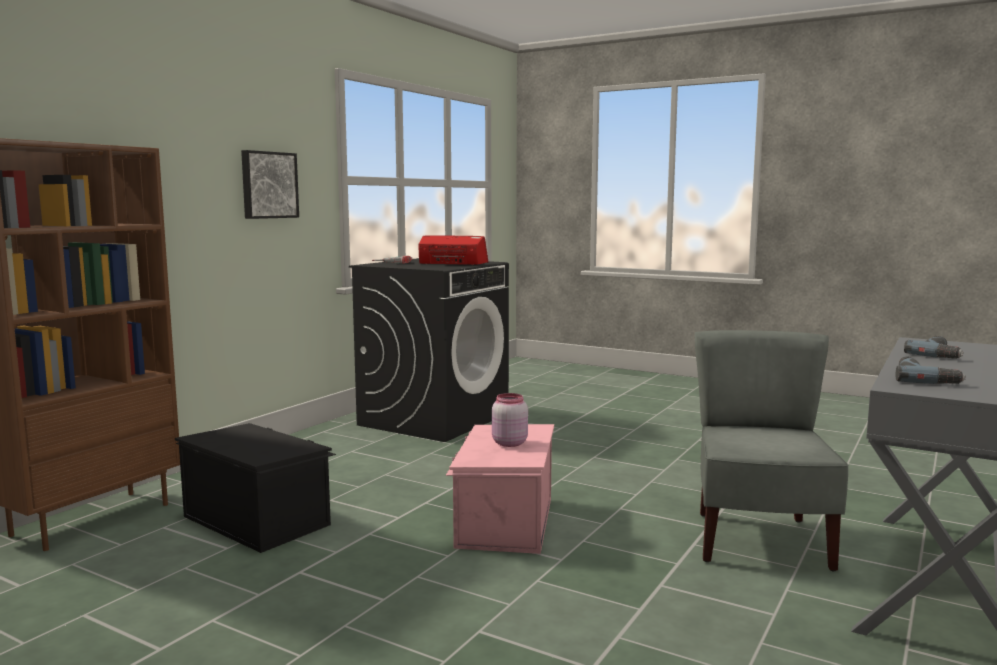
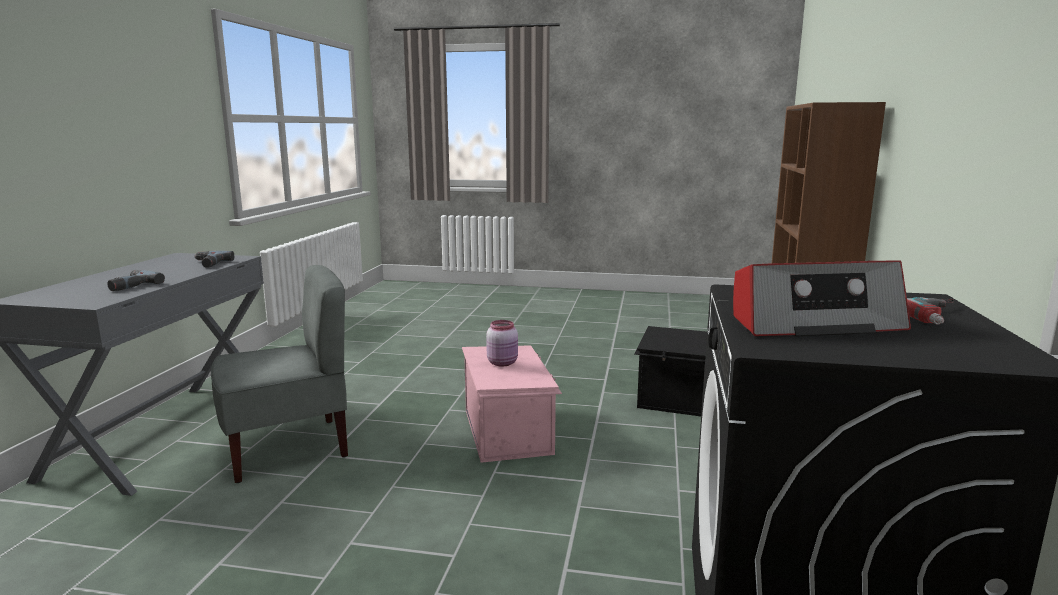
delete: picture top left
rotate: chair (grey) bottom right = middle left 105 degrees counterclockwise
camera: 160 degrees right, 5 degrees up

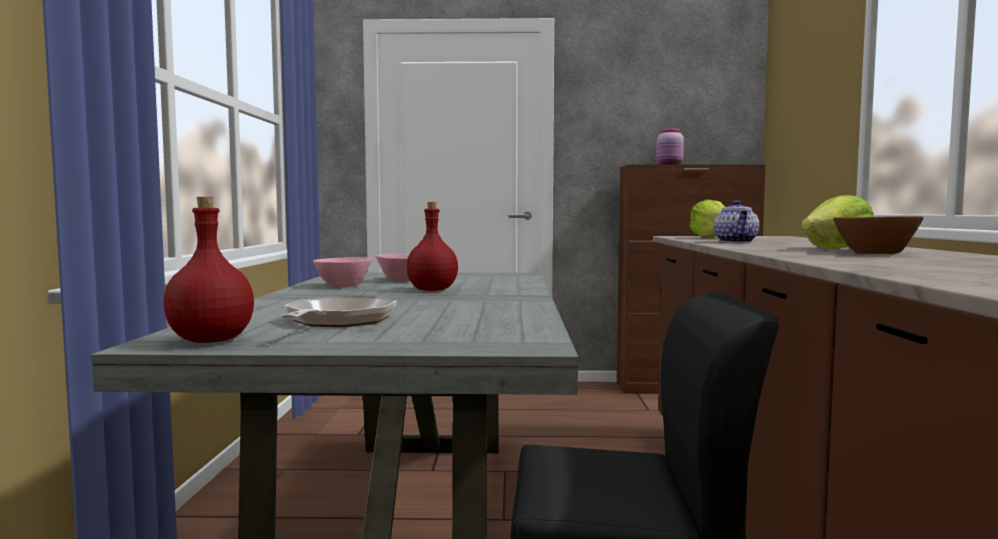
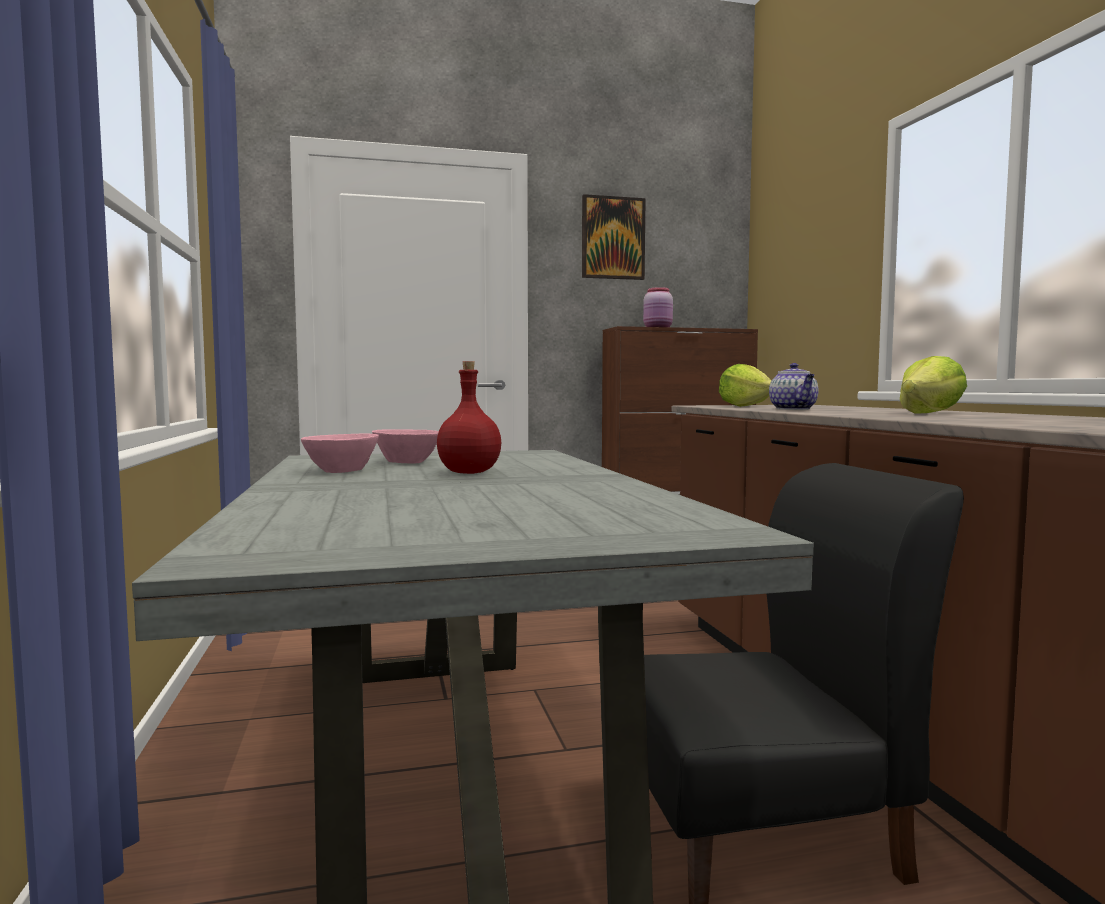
delete: bottle (red) (1st from left) middle left; frying pan centre; bowl (brown) middle right
insert: picture top centre
camera: 15 degrees left, 0 degrees up

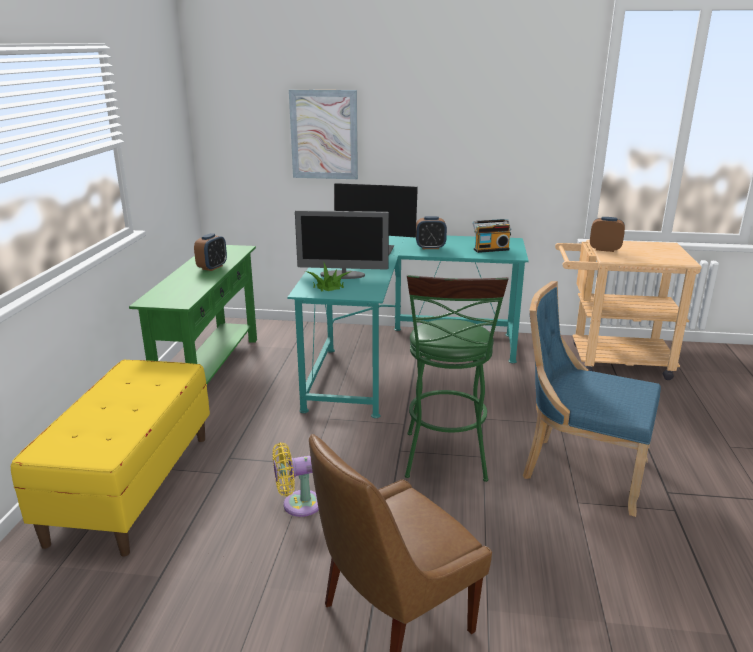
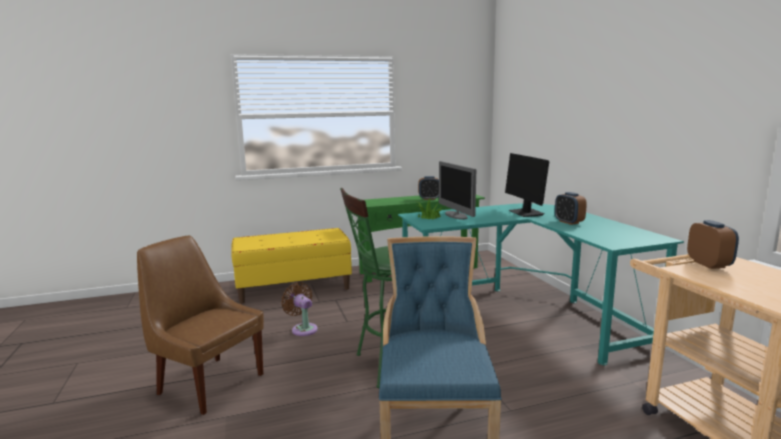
delete: picture top centre; radio centre
recolor: fan (yellow) bottom centre to fan (brown) bottom centre
camera: 65 degrees right, 10 degrees down

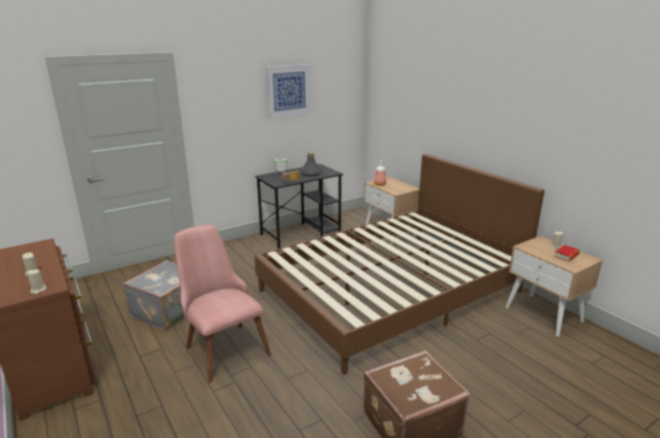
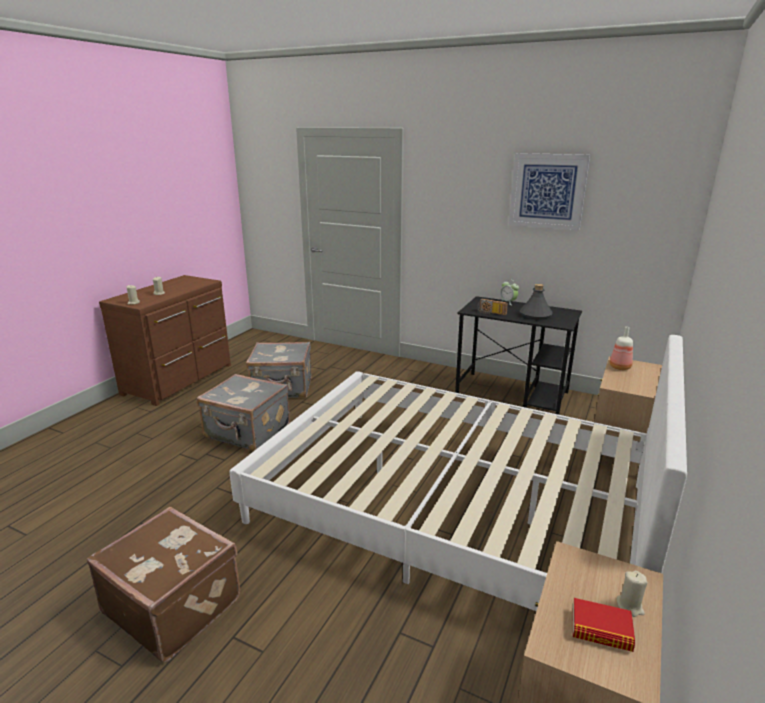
replace: chair (pink) bottom centre to suitcase (grey) (1st from left) middle left
recolor: bed (brown) centre to bed (white) bottom centre
camera: 60 degrees right, 0 degrees up

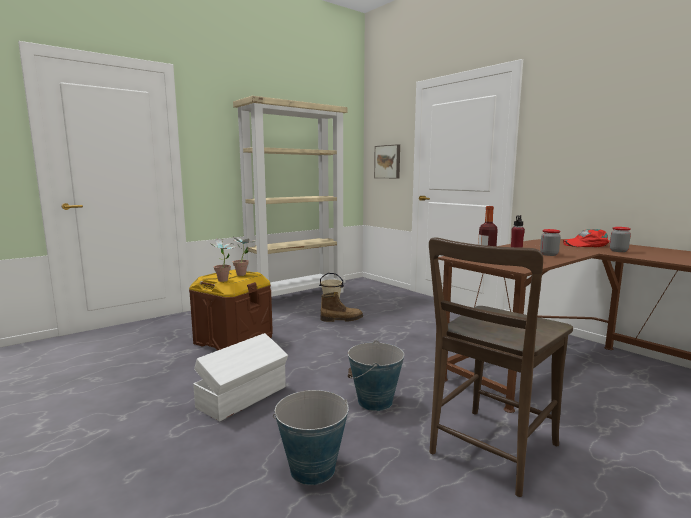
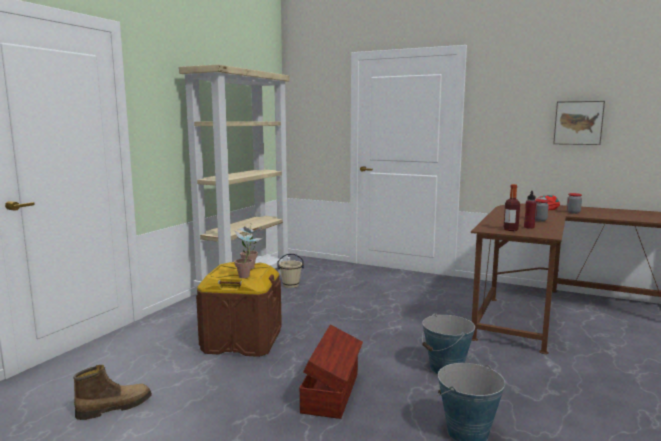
delete: chair (brown) bottom right
move: boot centre to bottom left; picture top centre to top right
recolor: storage box (white) bottom centre to storage box (brown) (2nd from left) bottom centre
camera: 25 degrees left, 0 degrees up

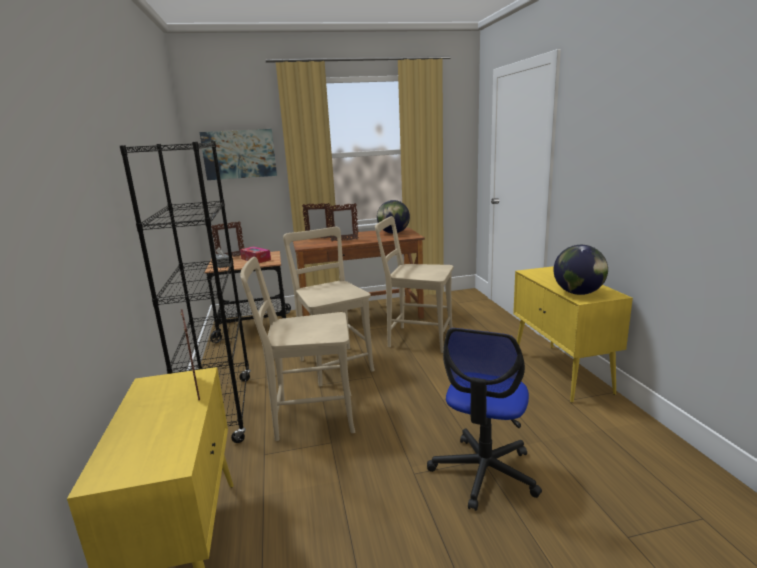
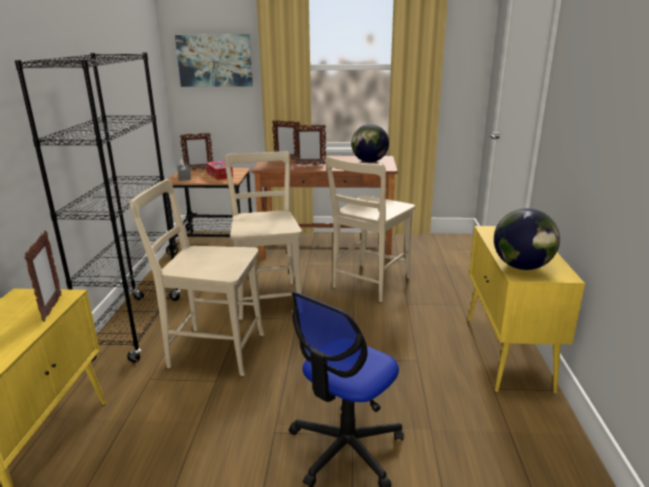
rotate: chair (beige) (3rd from left) centre = centre 90 degrees counterclockwise
camera: 15 degrees right, 5 degrees up

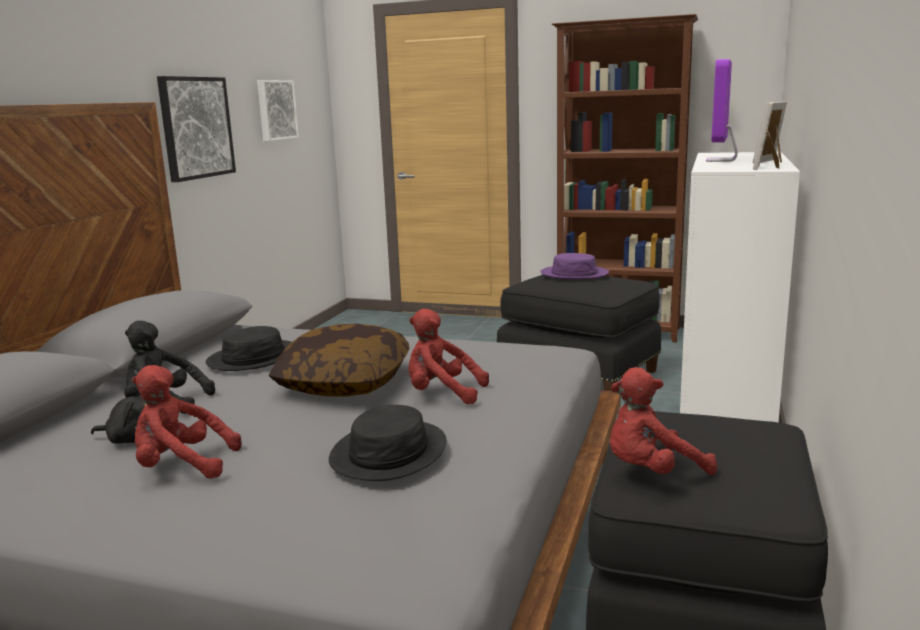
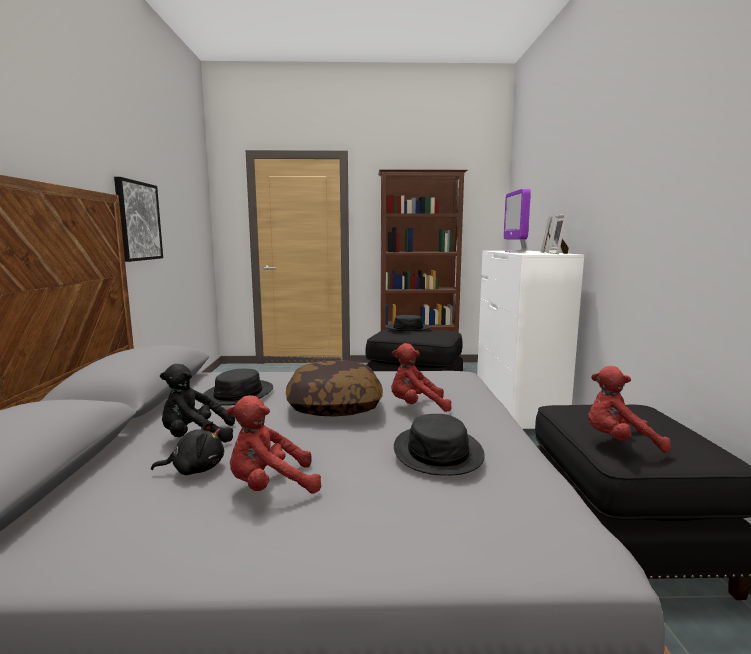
delete: picture (2nd from left) top left
recolor: hat (purple) centre to hat (black) (2nd from left) centre
rotate: plush toy (red) (3rd from left) bottom right = middle right 45 degrees clockwise
camera: 20 degrees left, 5 degrees down

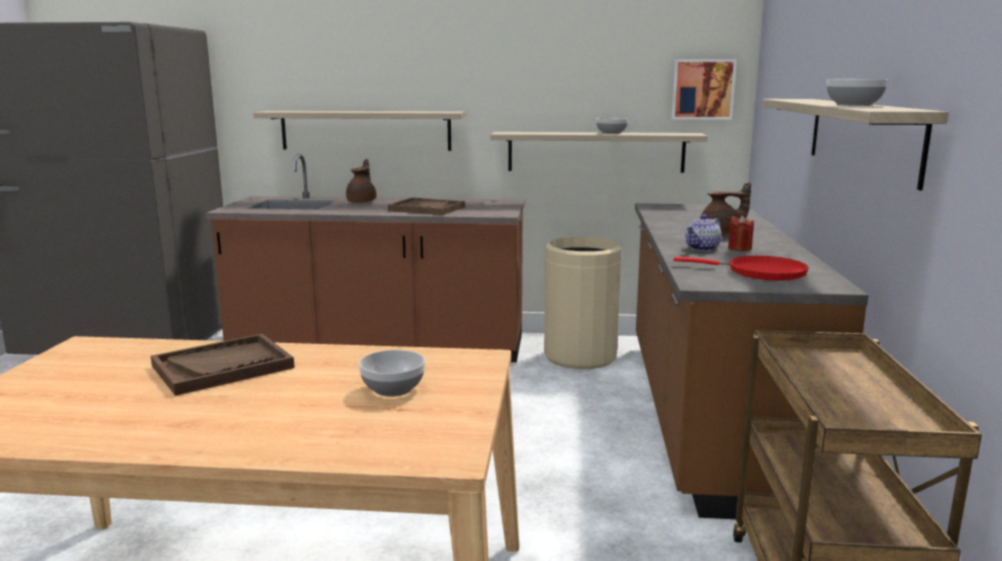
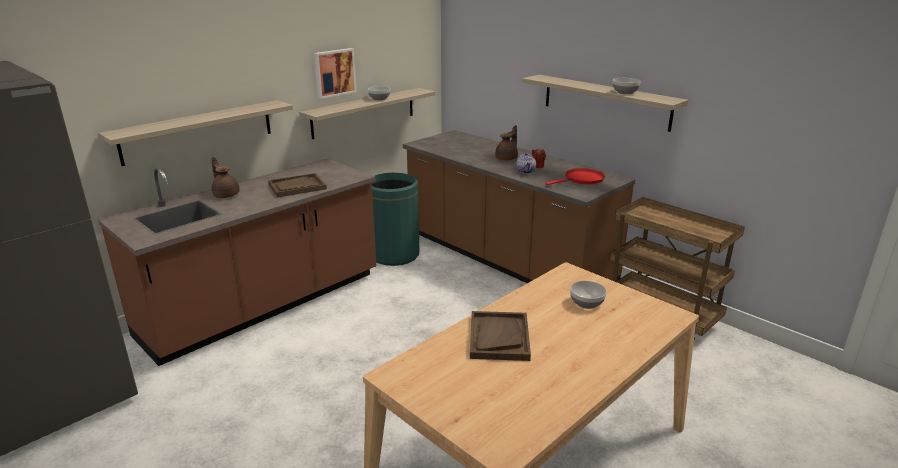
move: picture top right to top centre
recolor: trash can (beige) centre to trash can (green) centre
camera: 50 degrees left, 10 degrees up

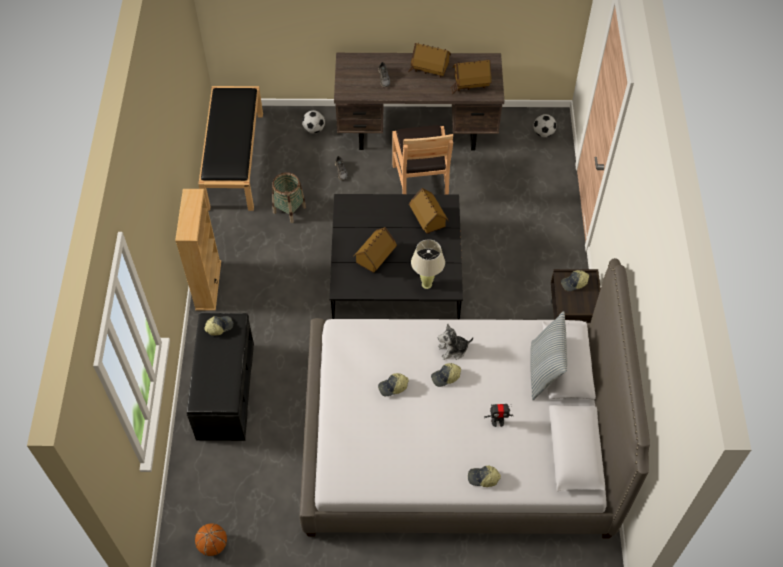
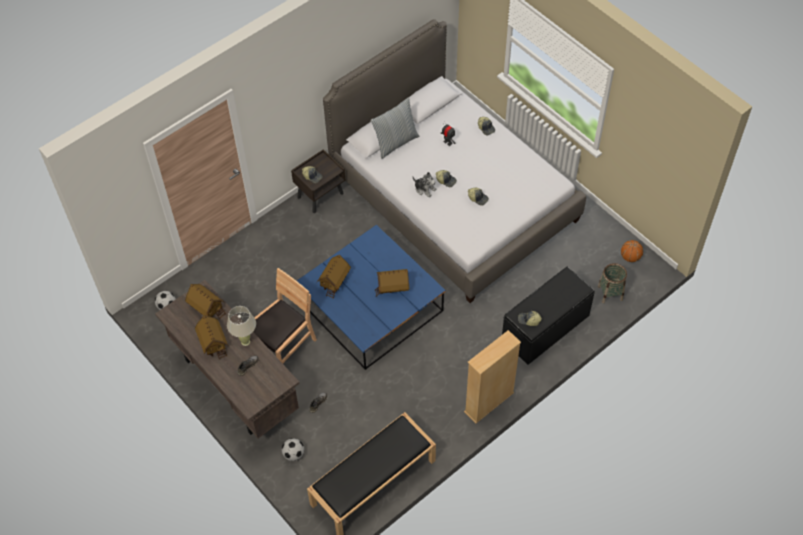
move: basket centre to middle right; table lamp (beige) centre to middle left
recolor: coffee table (black) centre to coffee table (blue) centre
camera: 130 degrees left, 0 degrees up

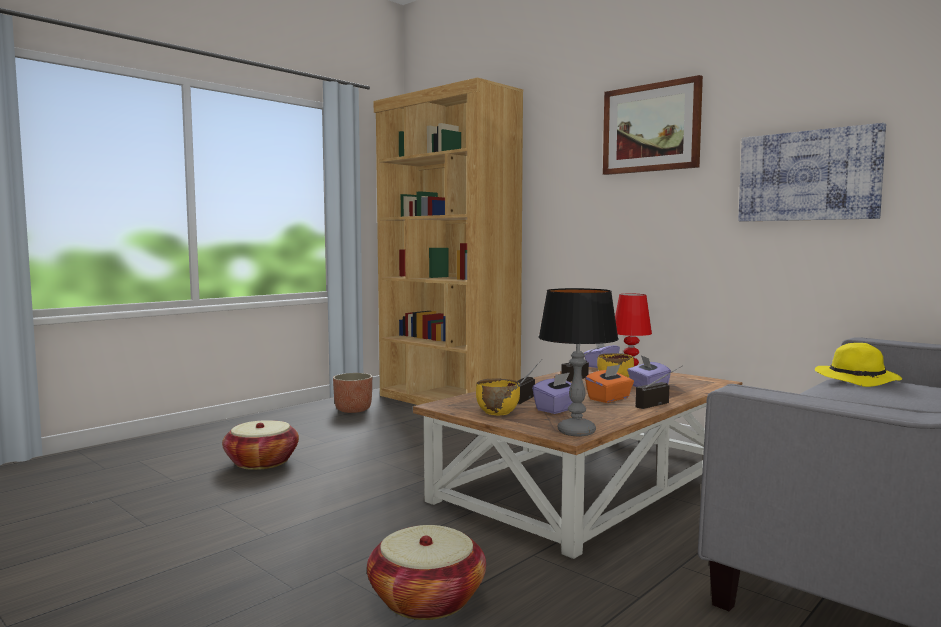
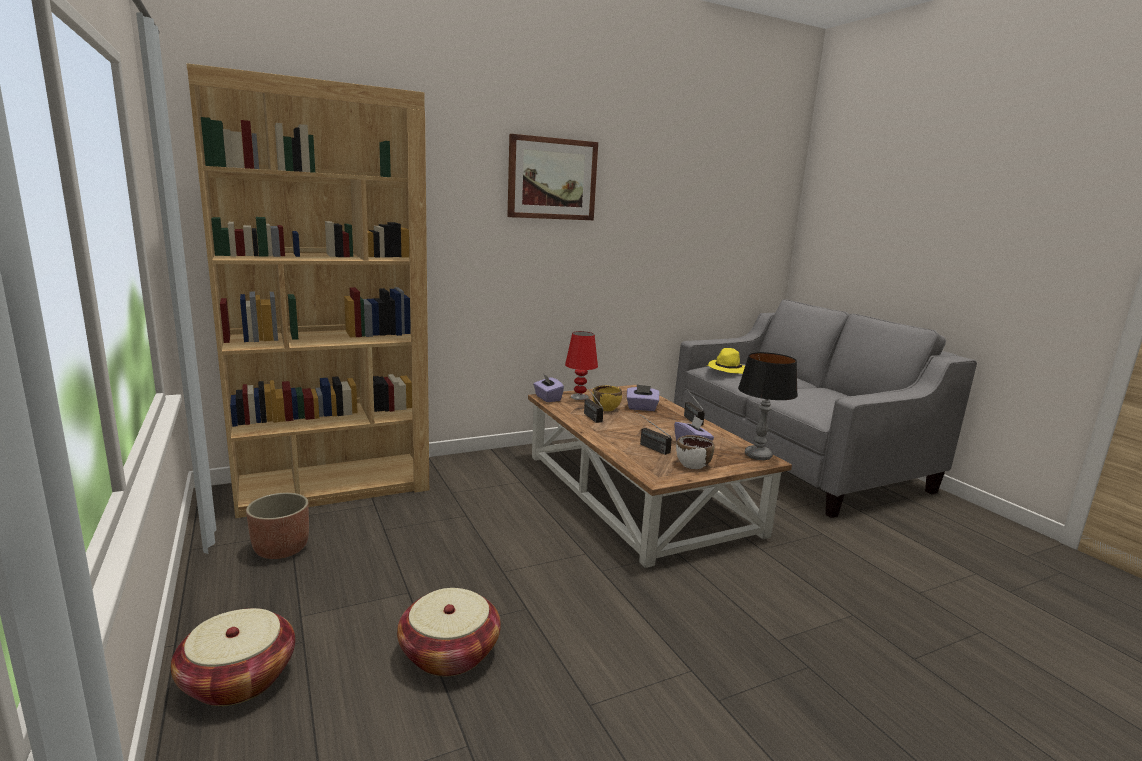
delete: tissue box (orange) centre; picture (2nd from left) top right
move: basket (2nd from left in the first image) bottom centre to basket (1st from left) bottom left
recolor: bowl (yellow) (1st from left) centre to bowl (white) centre
camera: 70 degrees left, 10 degrees up

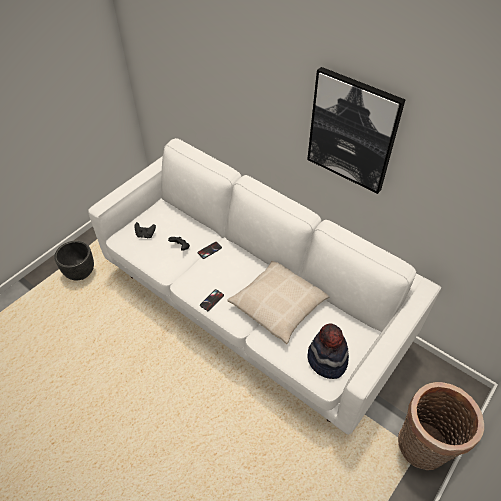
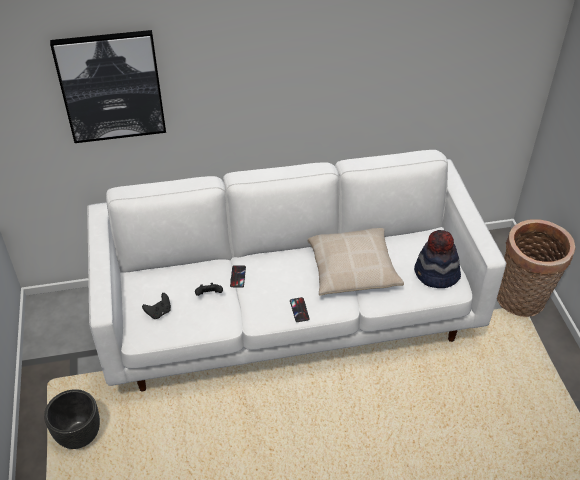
move: picture top right to top left
camera: 50 degrees left, 5 degrees down

